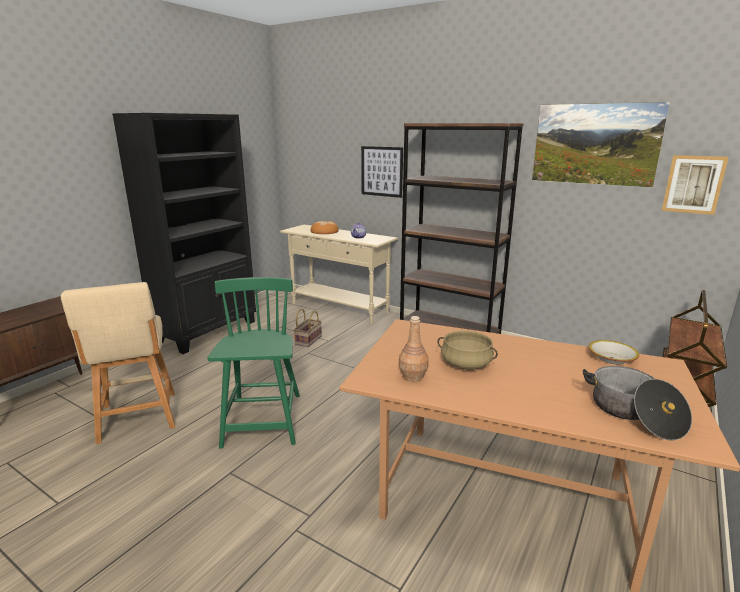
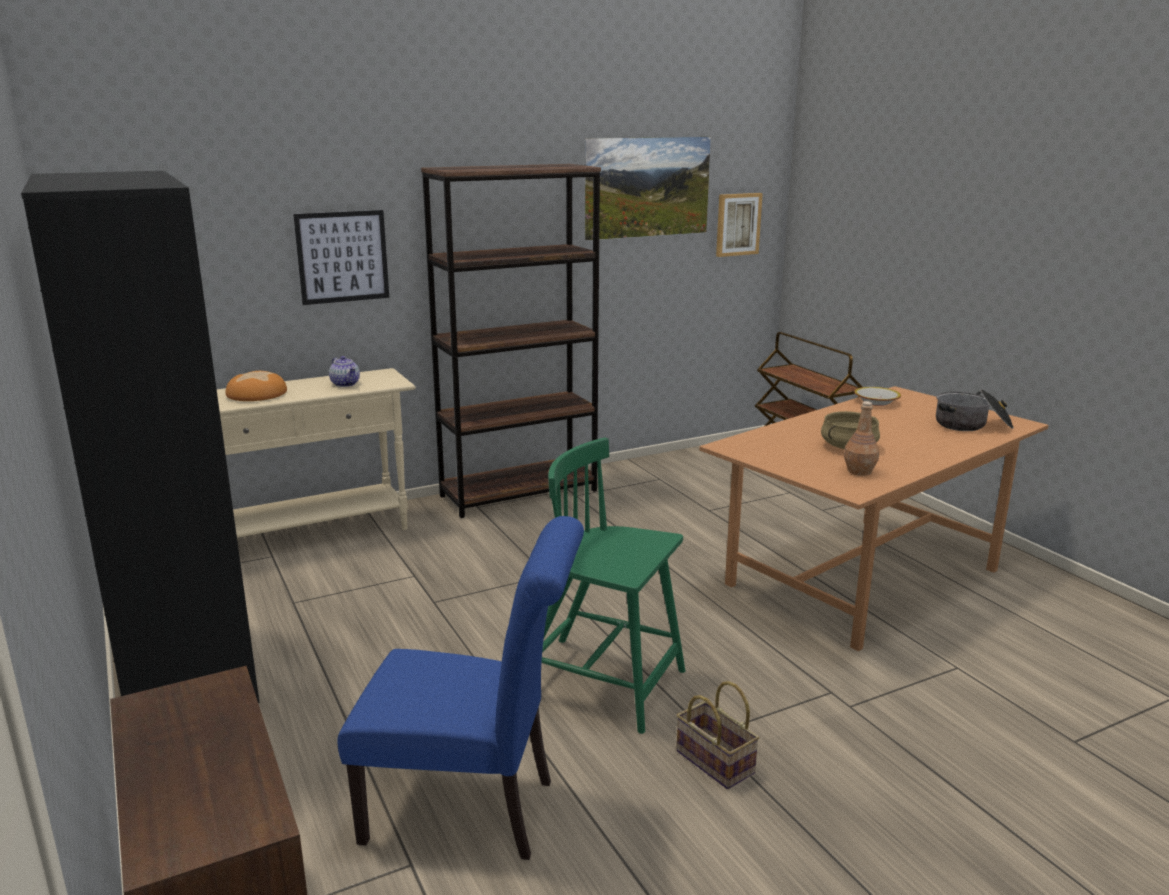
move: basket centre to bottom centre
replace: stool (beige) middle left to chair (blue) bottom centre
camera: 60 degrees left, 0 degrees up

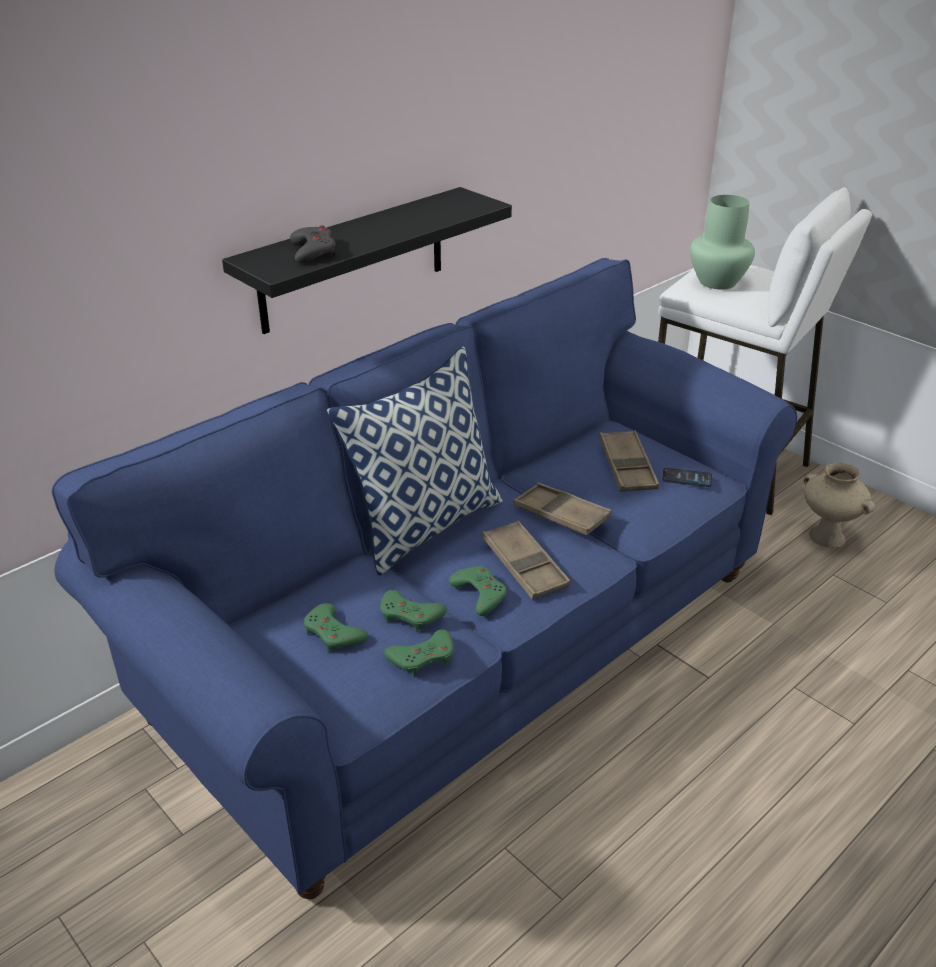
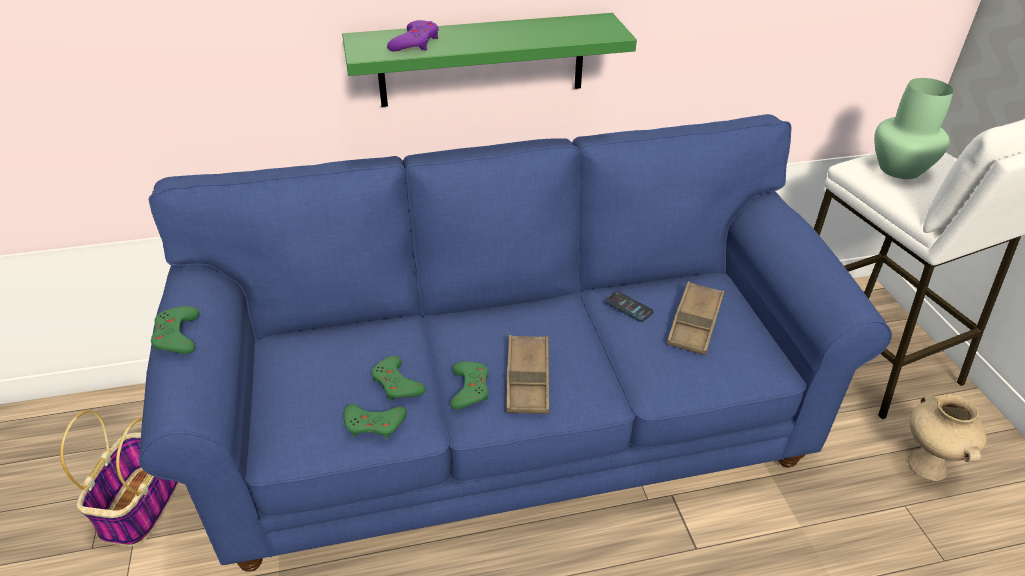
delete: pillow centre; tray (brown) (2nd from left) centre
insert: basket bottom left
move: game controller (green) (1st from left) centre to middle left; phone middle right to centre
recolor: shelf (black) top centre to shelf (green) top centre; game controller (grey) top centre to game controller (purple) top centre
camera: 30 degrees right, 5 degrees up

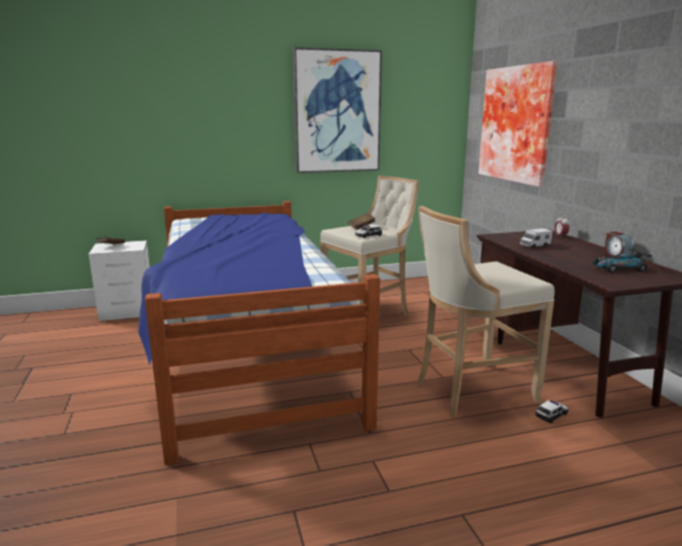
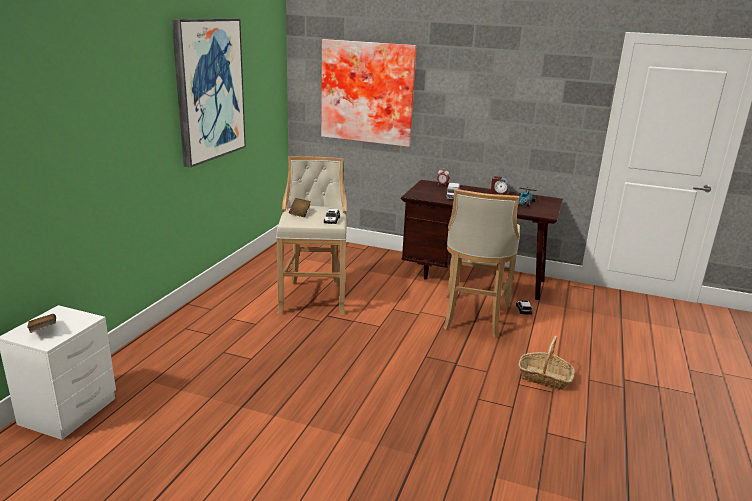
delete: bed centre
insert: basket bottom right
camera: 55 degrees left, 5 degrees up

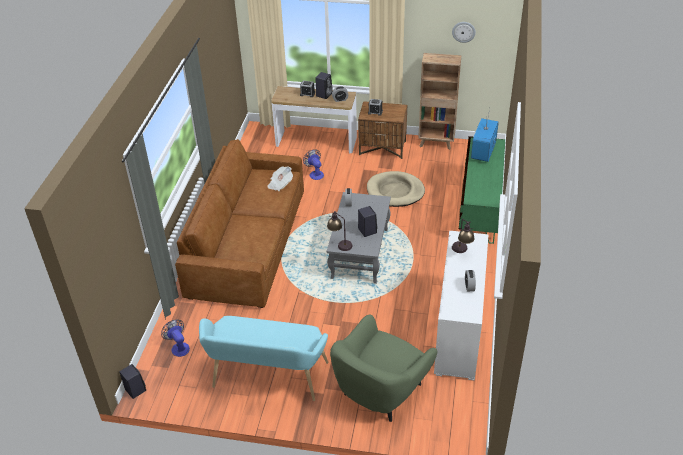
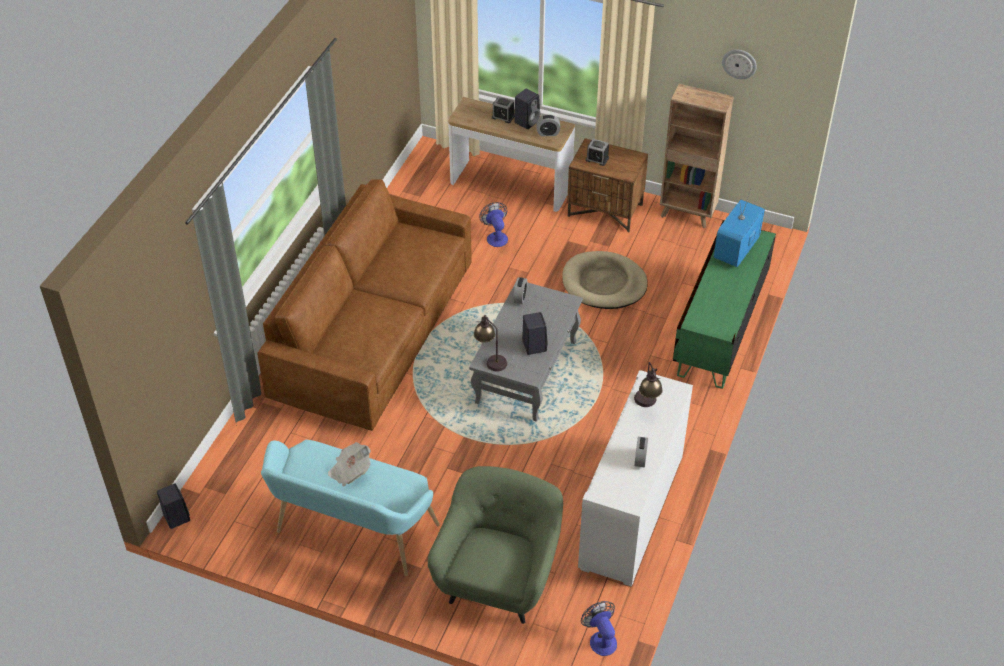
move: fan (1st from left in the first image) bottom left to fan (2nd from left) bottom centre; newspaper centre to bottom centre
rotate: armchair (green) bottom centre = bottom centre 150 degrees clockwise
camera: 10 degrees right, 5 degrees up

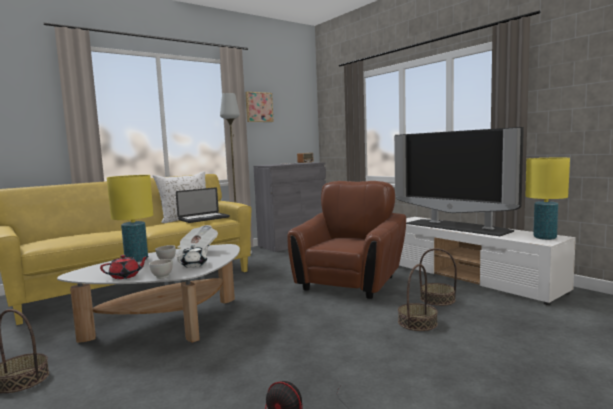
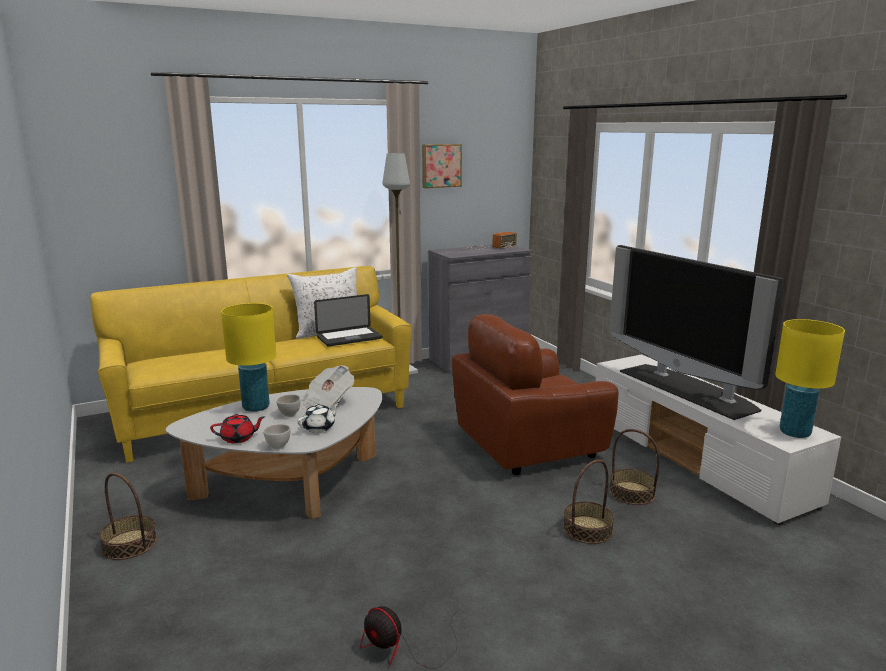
rotate: armchair (brown) centre = centre 150 degrees counterclockwise
camera: 10 degrees right, 10 degrees up

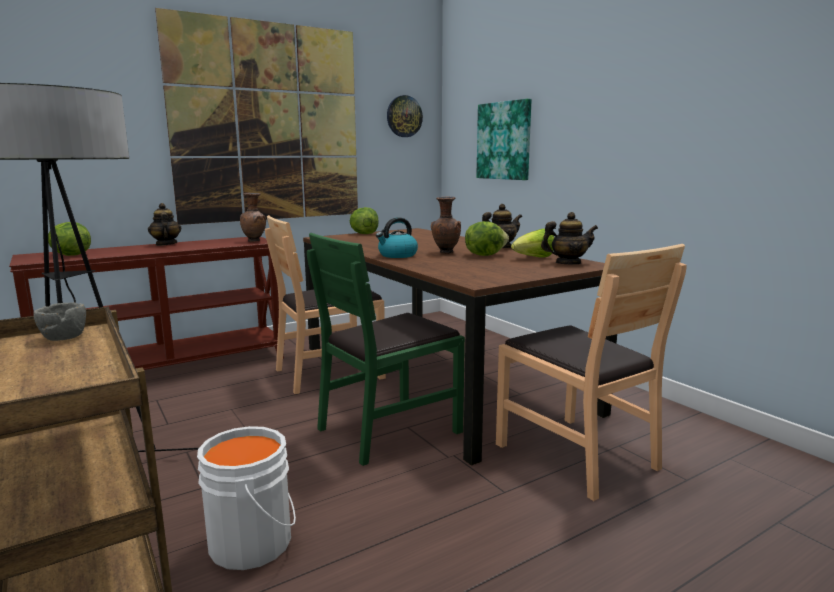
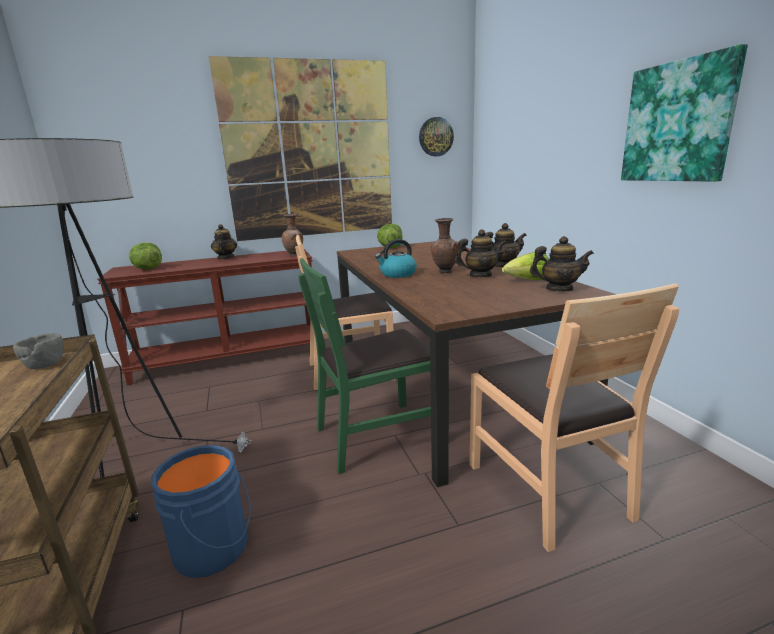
move: picture (2nd from left) top centre to top right
replace: lettuce (3rd from left) centre to teapot (2nd from left) centre
recolor: bucket (white) bottom left to bucket (blue) bottom left
camera: 15 degrees right, 5 degrees up

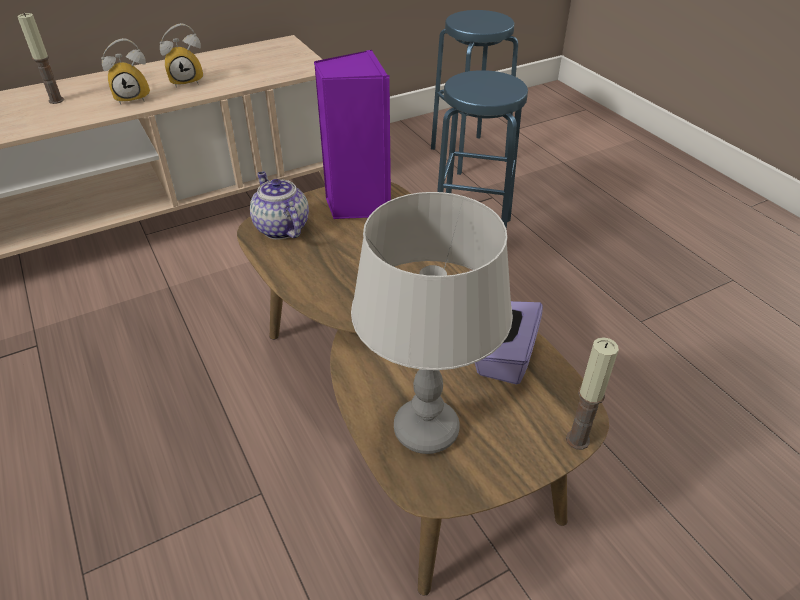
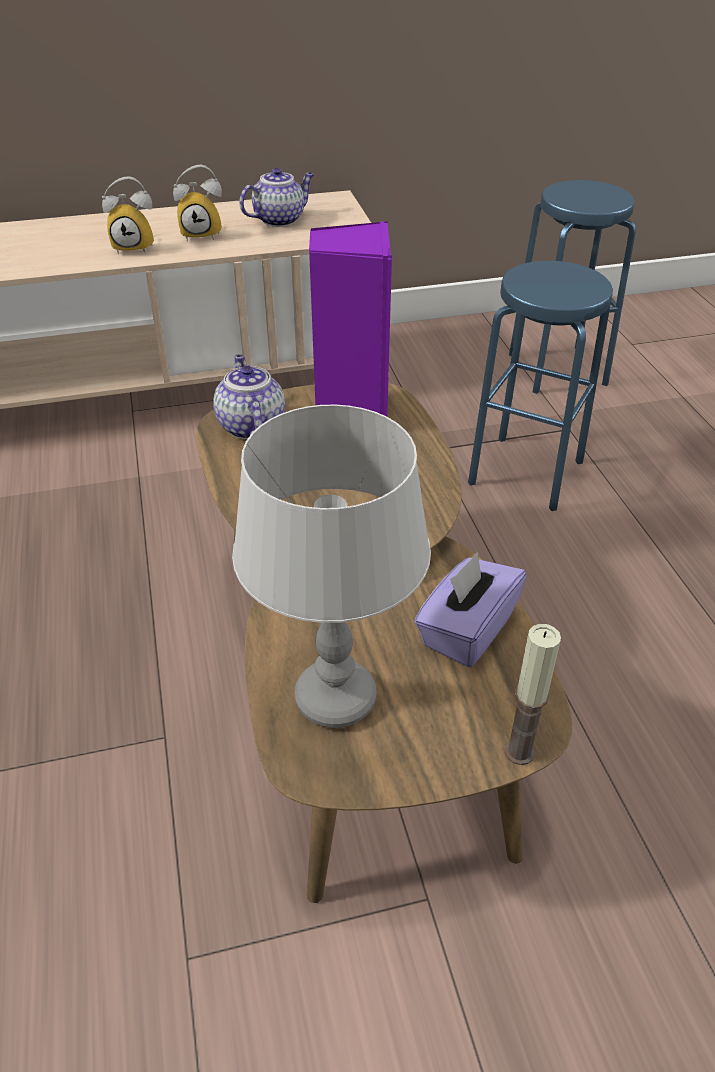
delete: candle (1st from left) top left
insert: teapot (2nd from left) top centre
camera: 15 degrees right, 0 degrees up

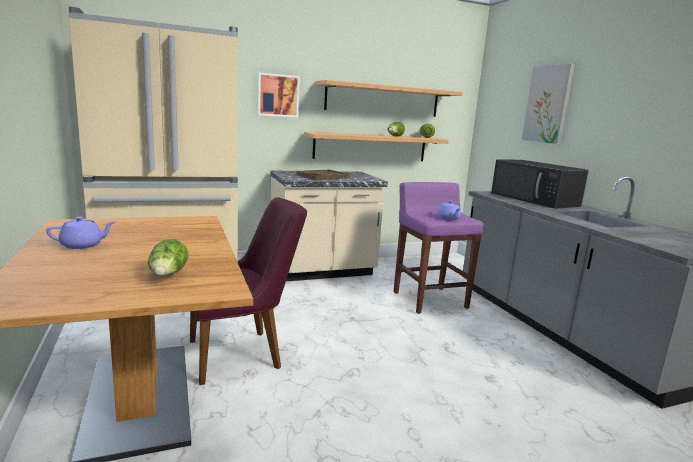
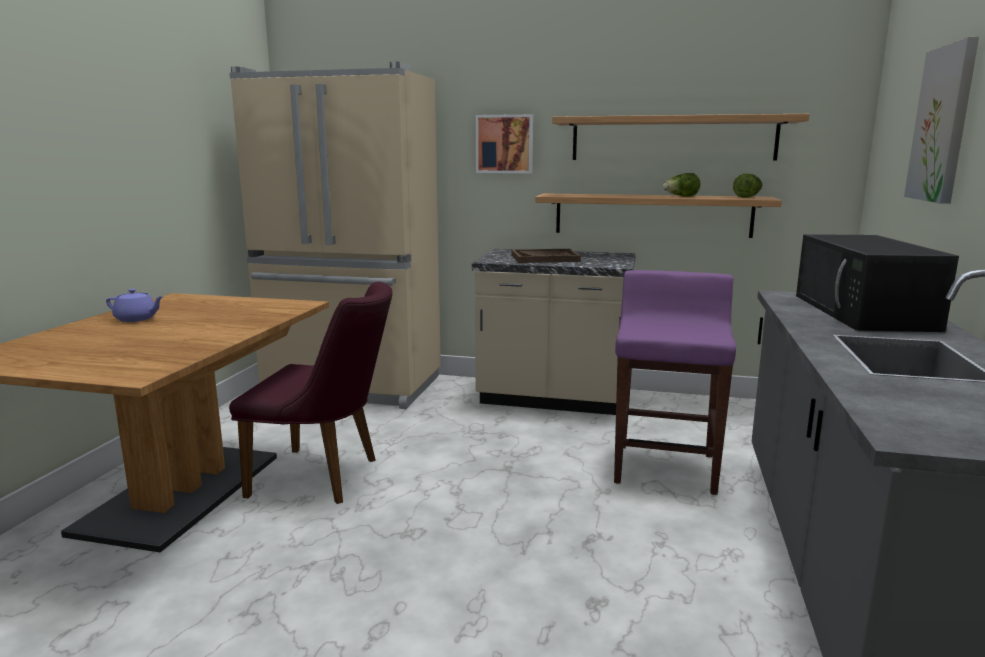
delete: lettuce (1st from left) middle left; teapot (purple) (2nd from left) centre
camera: 35 degrees right, 0 degrees up

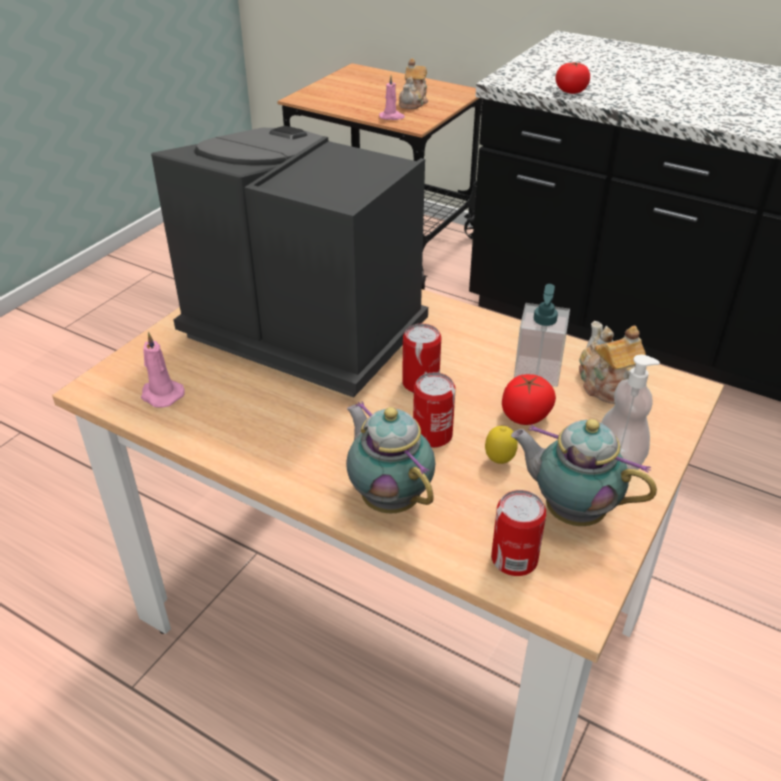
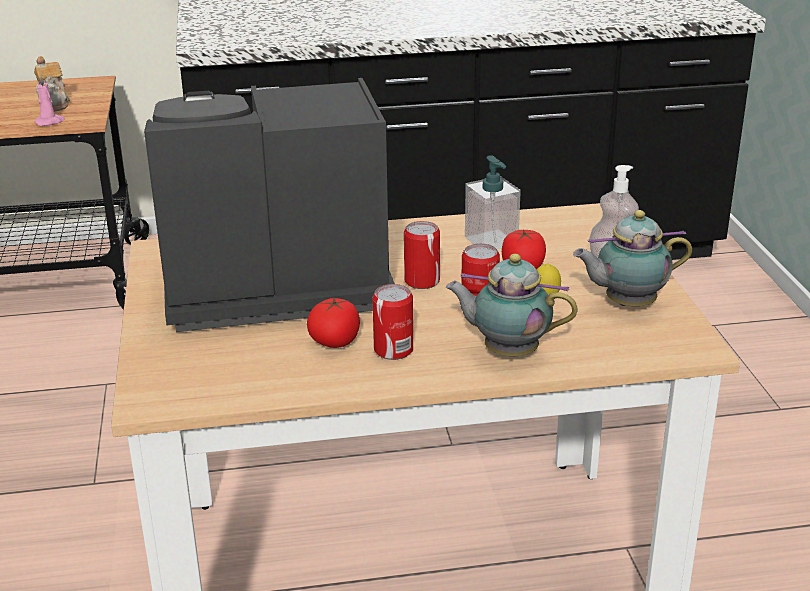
delete: candle (pink) (1st from left) middle left; teapot (4th from left) middle right
move: can (3rd from left in the first image) bottom centre to can (1st from left) centre; tomato (2nd from left in the first image) top right to tomato (1st from left) centre
camera: 40 degrees left, 10 degrees down

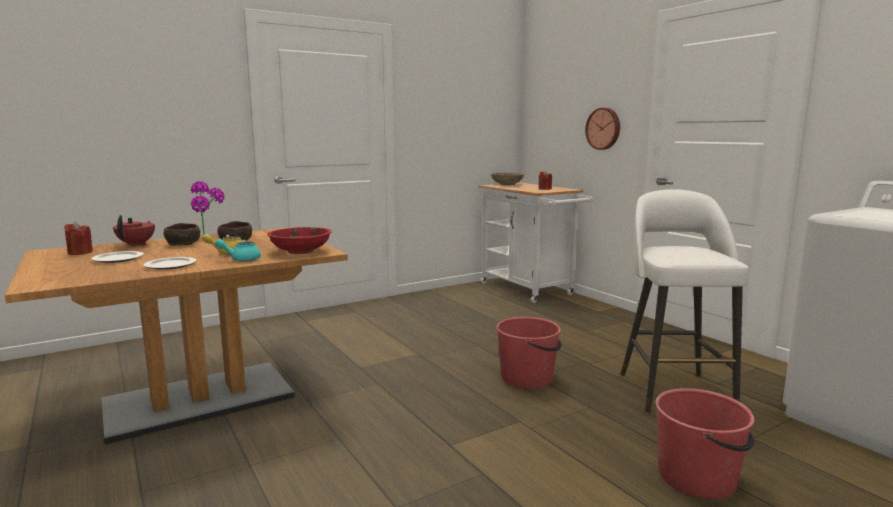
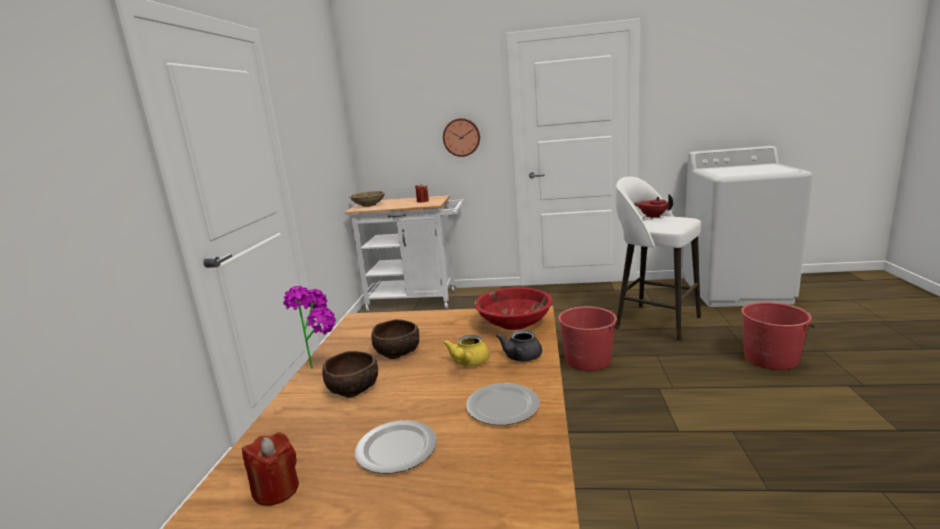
move: teapot (red) middle left to middle right
recolor: teapot (turquoise) middle left to teapot (grey) centre
camera: 50 degrees left, 5 degrees up

